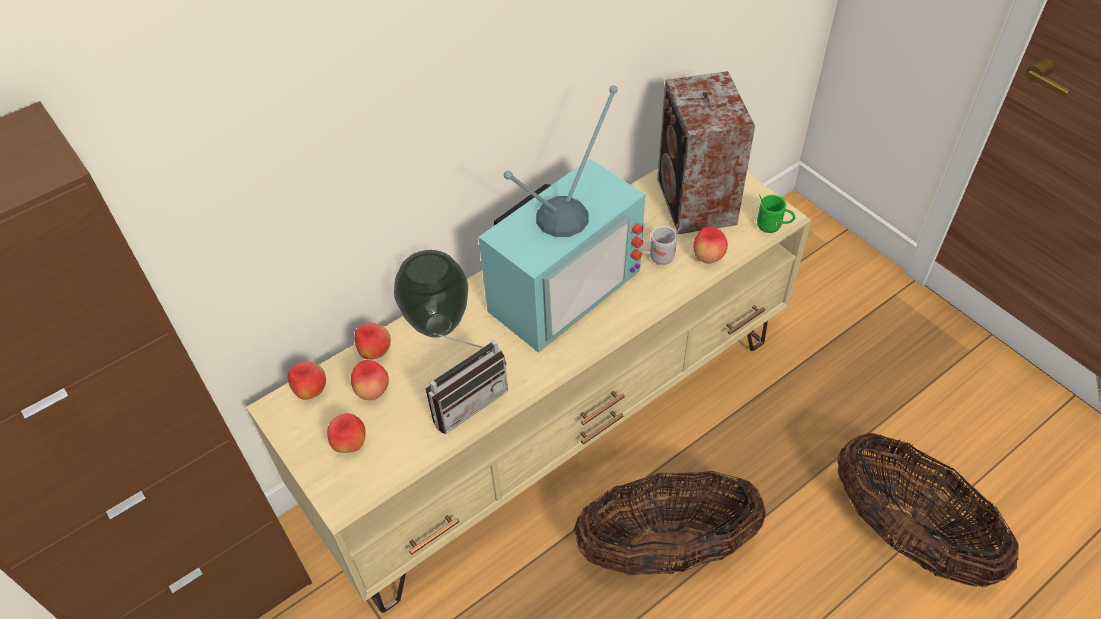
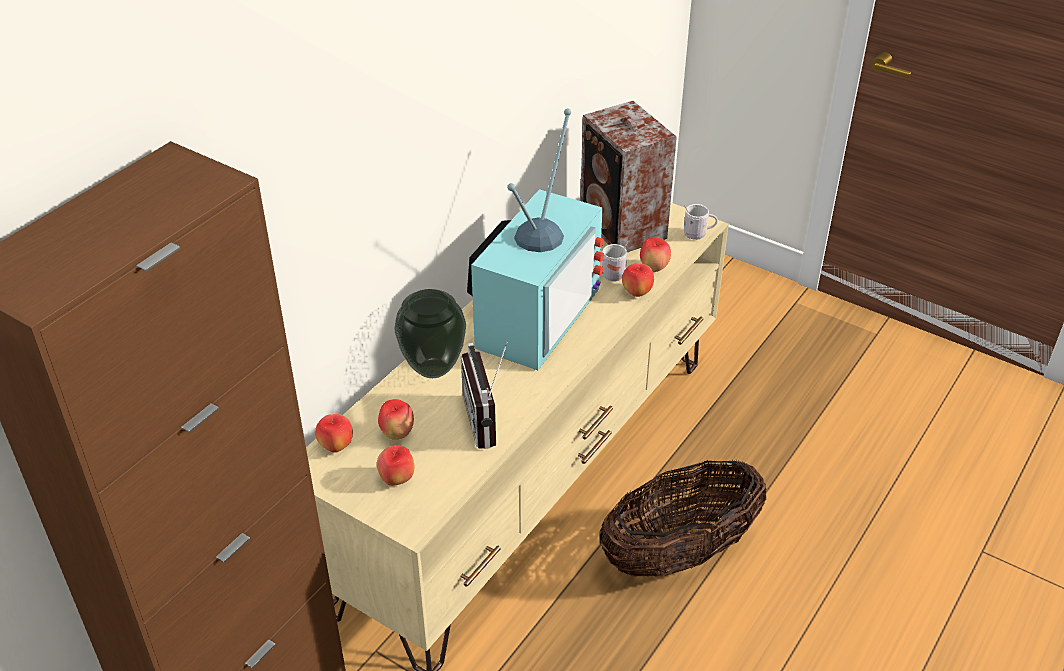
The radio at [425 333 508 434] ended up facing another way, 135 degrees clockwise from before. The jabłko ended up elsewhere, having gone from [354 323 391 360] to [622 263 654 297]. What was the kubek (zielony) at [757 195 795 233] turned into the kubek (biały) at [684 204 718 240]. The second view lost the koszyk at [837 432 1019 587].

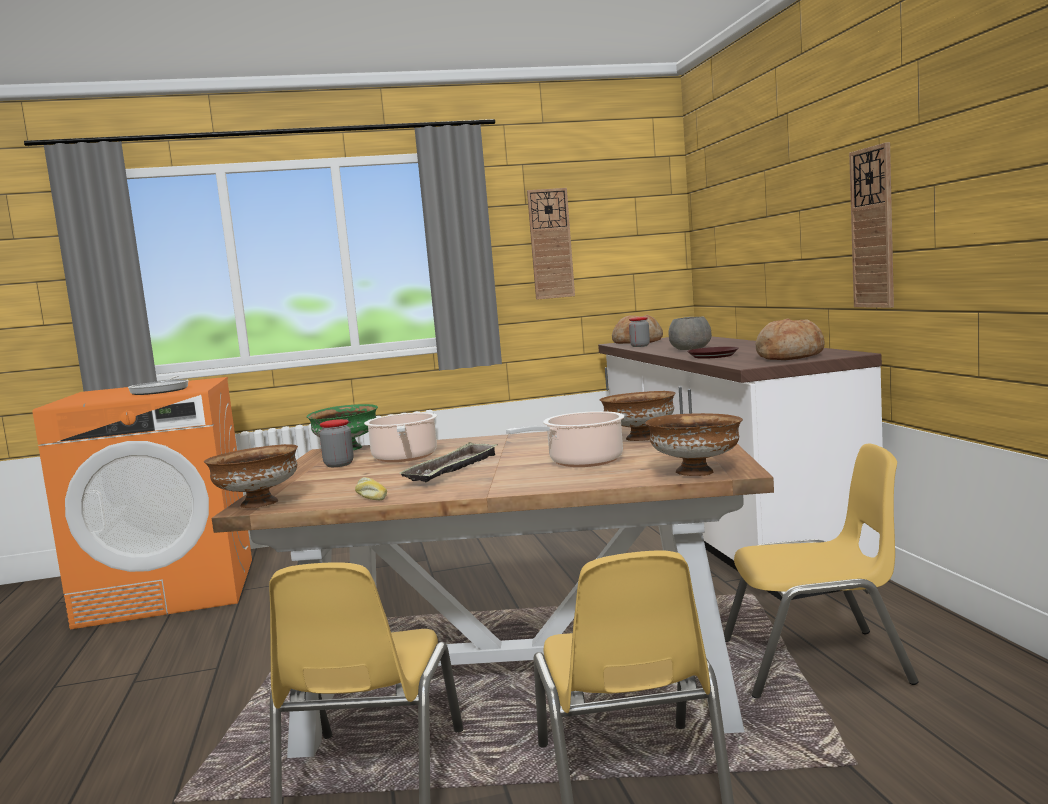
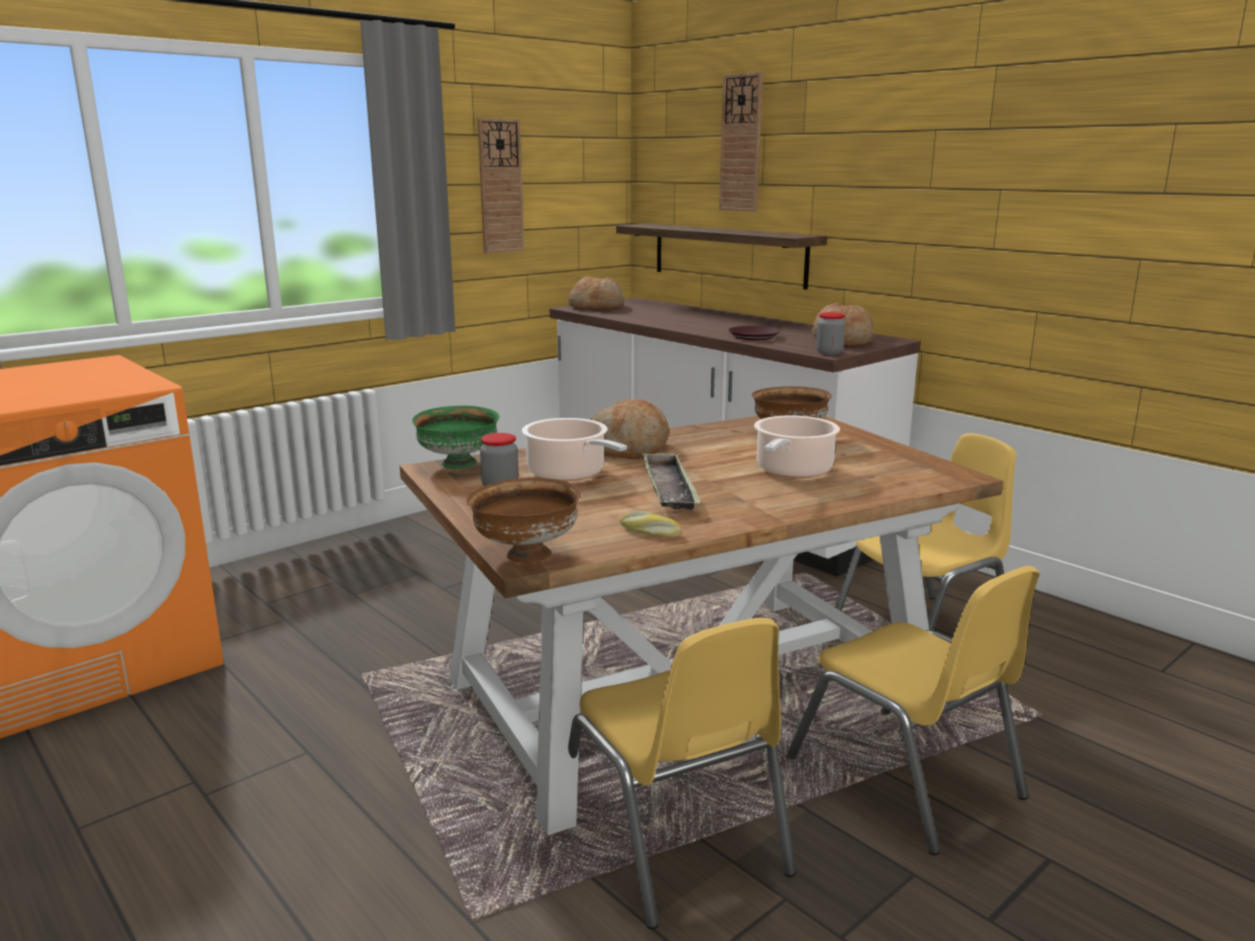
The second view gained the chleb at [591 399 669 459]. The second view gained the półka at [616 224 827 290]. The zegar ścienny ended up elsewhere, having gone from [849 142 894 308] to [719 72 763 212]. The słoik ended up elsewhere, having gone from [629 317 650 347] to [816 312 845 355]. The second view lost the patelnia at [128 376 189 395]. The second view lost the miska (brązowy) at [645 413 743 476]. The second view lost the miska (szary) at [668 317 712 350].

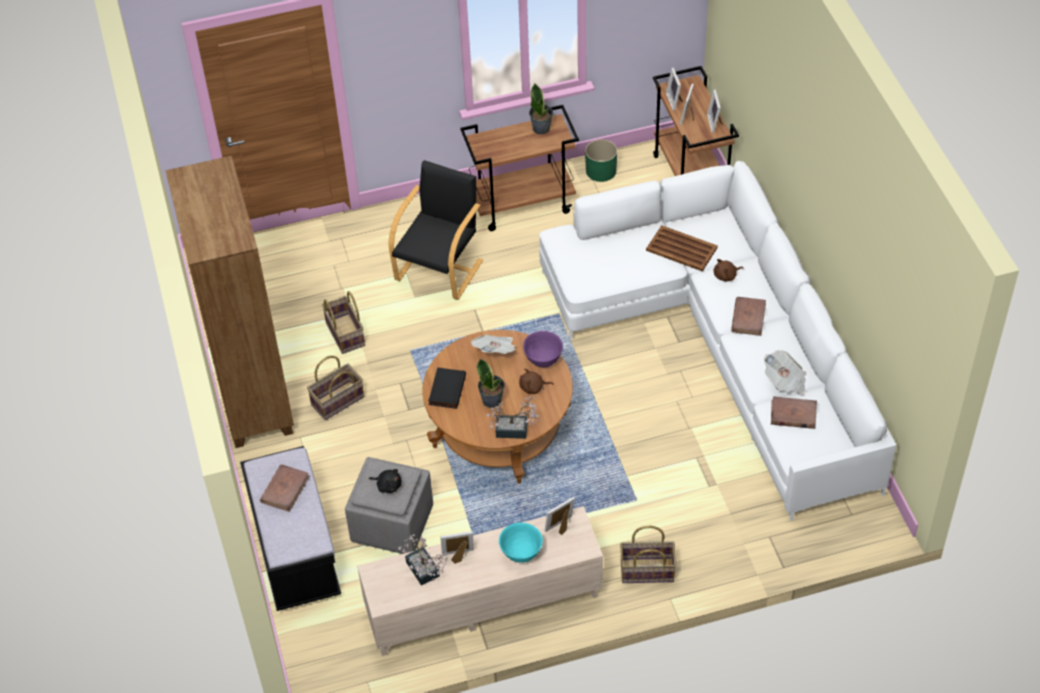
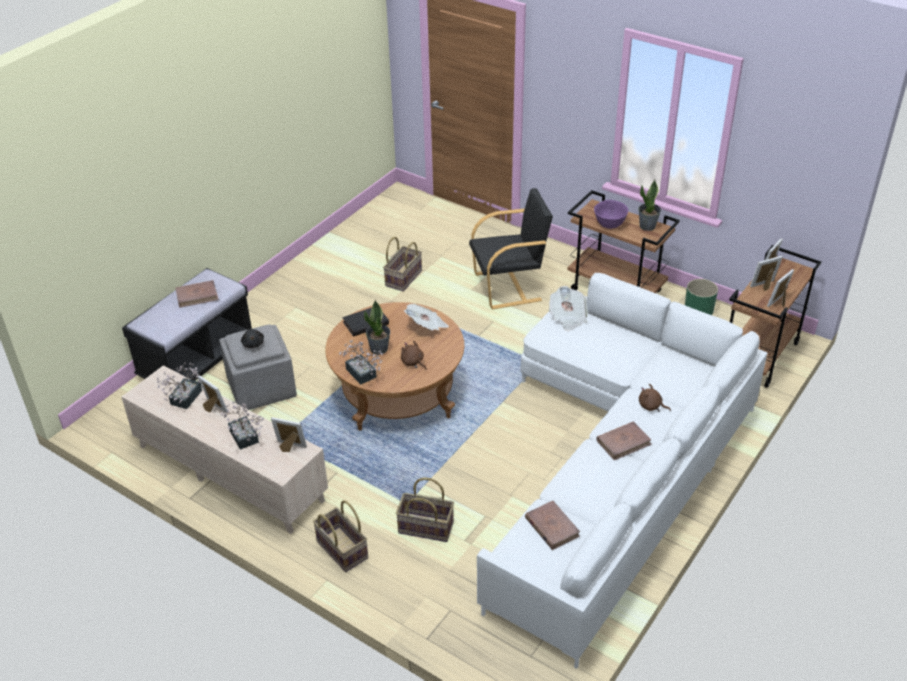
Where the miska (turkusowy) stood at [499 523 543 563], the roślina doniczkowa came to stand at [221 401 264 450]. The koszyk ended up elsewhere, having gone from [307 356 364 420] to [396 477 454 542]. The gazeta ended up elsewhere, having gone from [764 350 806 395] to [549 286 588 331]. The miska (fioletowy) ended up elsewhere, having gone from [523 331 563 367] to [594 200 628 229]. The second view lost the regał (brązowy) at [165 156 294 448]. The second view lost the taca (brązowy) at [646 225 718 272].

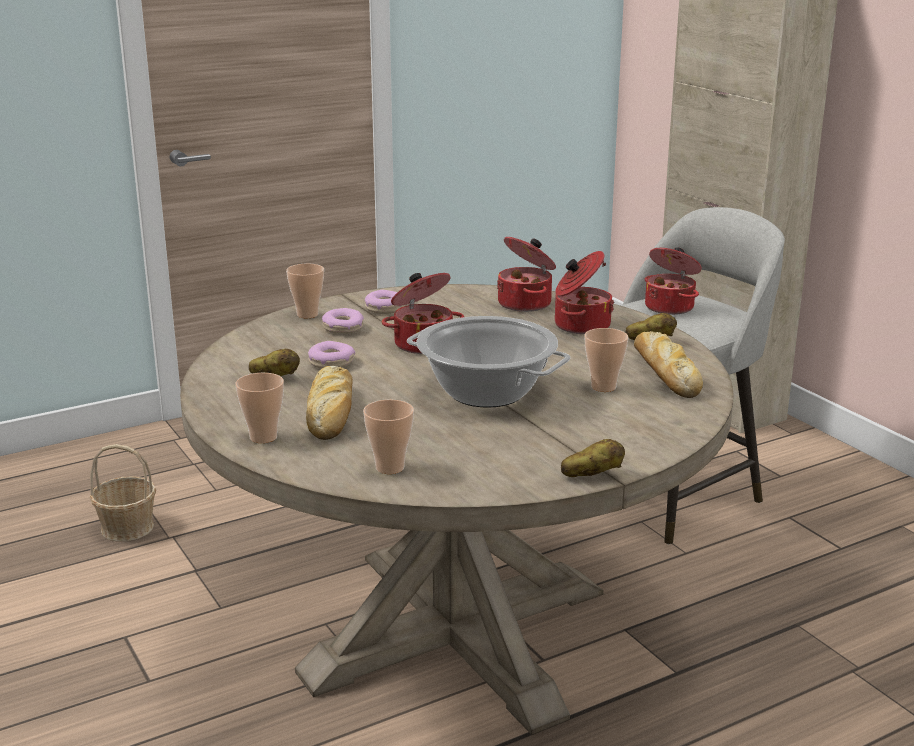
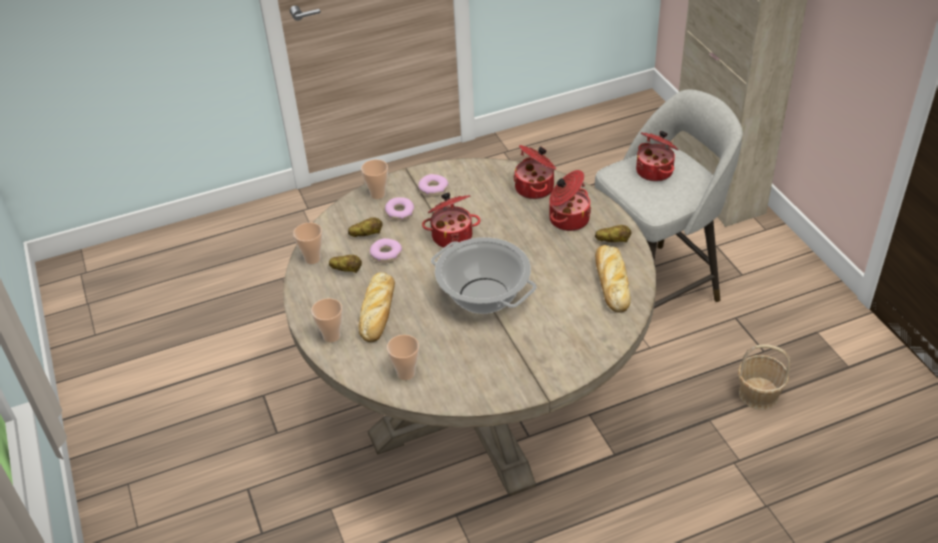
The filiżanka ended up elsewhere, having gone from [584 328 628 392] to [293 223 322 264]. The ziemniak ended up elsewhere, having gone from [561 439 625 477] to [348 217 383 237]. The koszyk ended up elsewhere, having gone from [90 444 156 542] to [738 345 790 410].

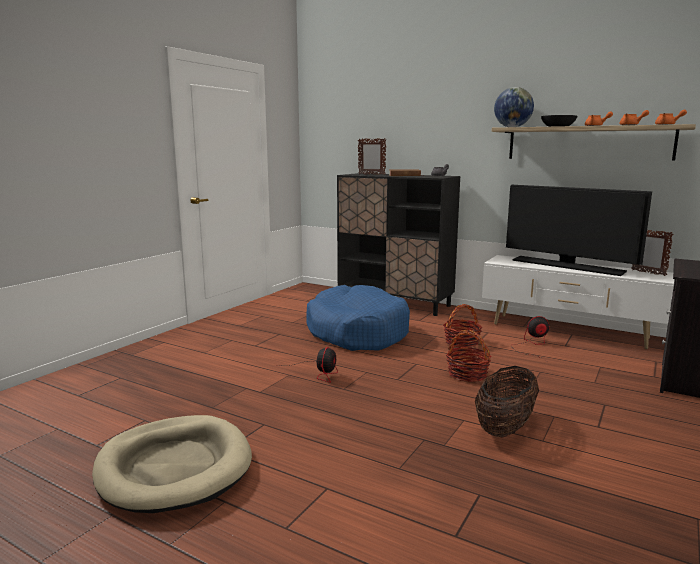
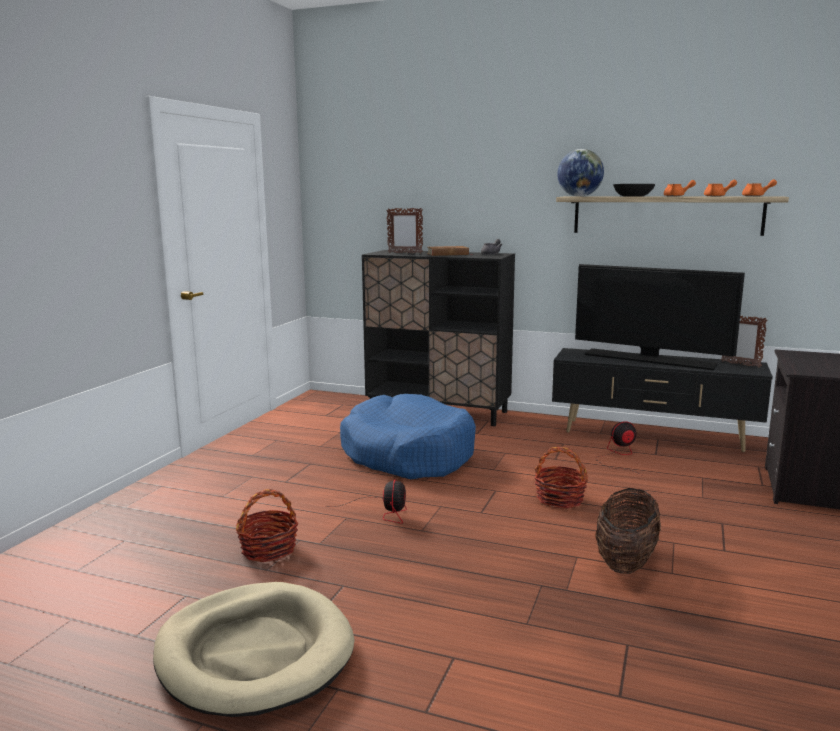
The koszyk ended up elsewhere, having gone from [443 304 482 348] to [236 489 298 562]. What was the szafka pod telewizor (biały) at [482 255 674 349] turned into the szafka pod telewizor (czarny) at [552 348 773 452].

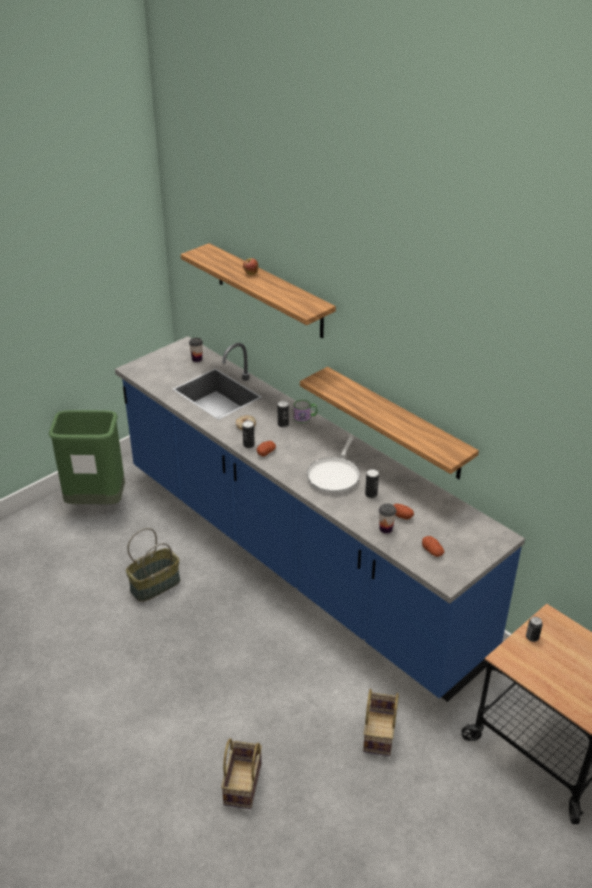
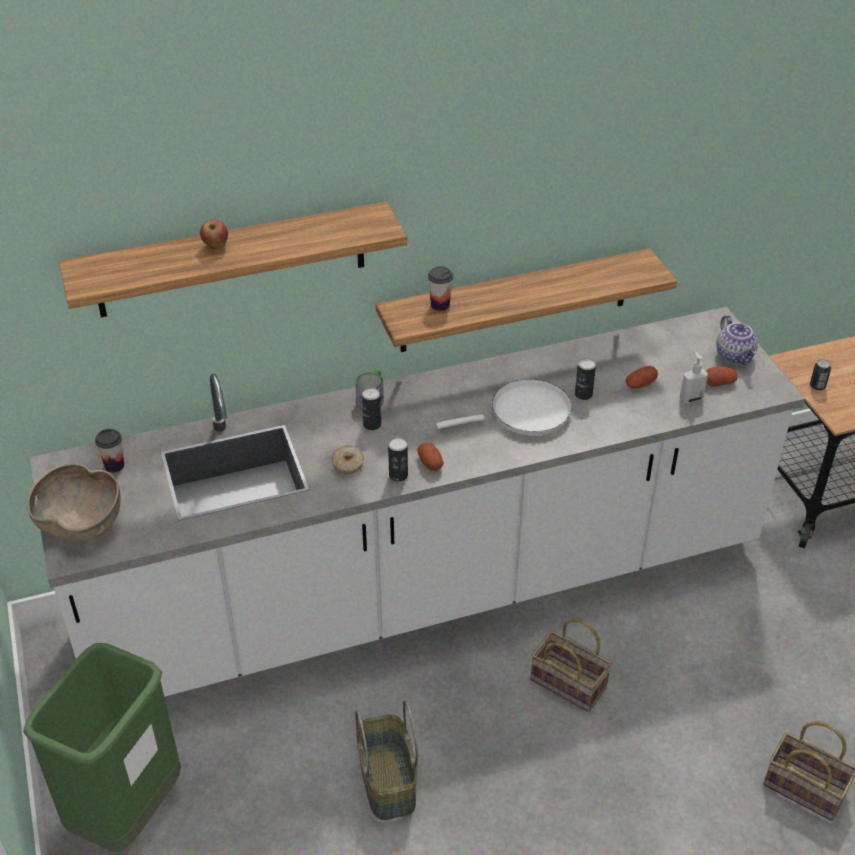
The second view gained the miska (brązowy) at [27 464 121 541]. What was the zabudowa kuchenna (niebieski) at [115 336 525 702] turned into the zabudowa kuchenna (biały) at [30 307 805 697]. The filiżanka ended up elsewhere, having gone from [379 503 396 534] to [428 266 453 311]. The patelnia (biały) at [307 436 360 493] ended up facing another way, 60 degrees counterclockwise from before. The koszyk ended up elsewhere, having gone from [363 689 399 756] to [531 618 612 712]. The second view gained the dozownik mydła at [680 352 708 403]. The second view gained the imbryk at [716 315 758 364].

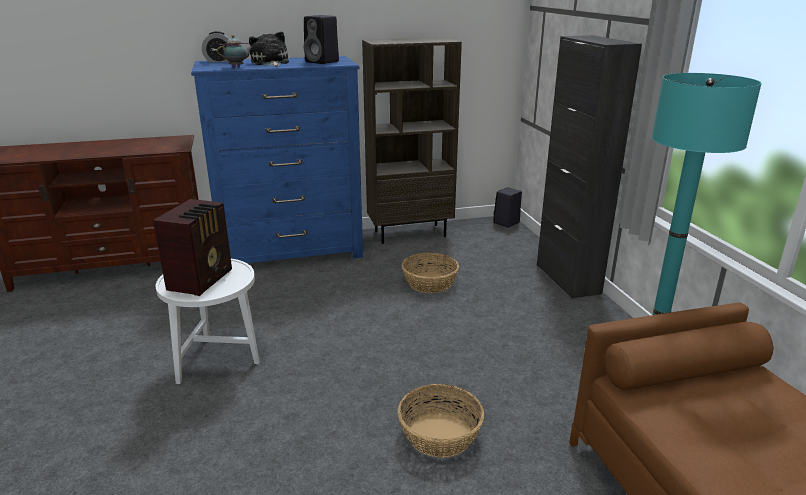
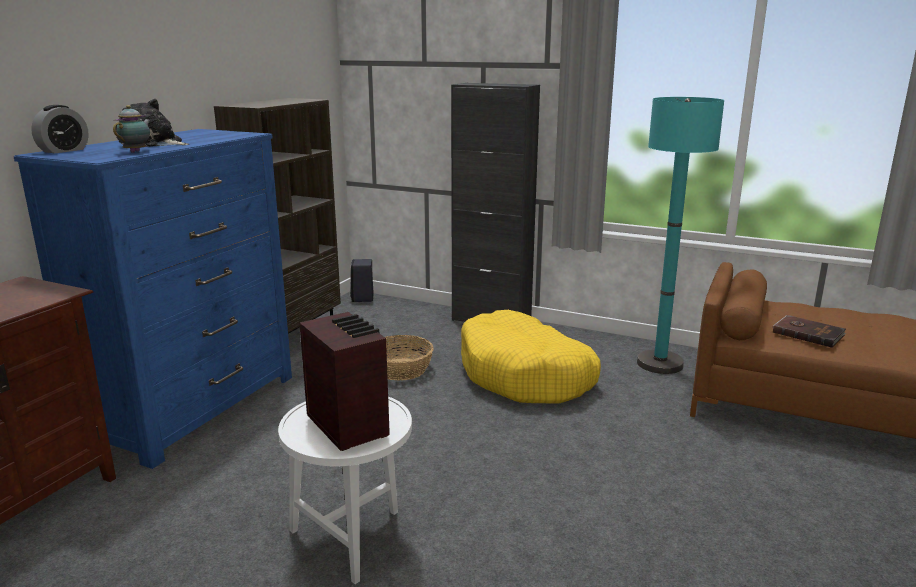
The second view gained the legowisko (żółty) at [461 310 601 404]. The second view gained the książka (brązowy) at [773 315 846 348]. The second view lost the głośnik (czarny) at [304 15 339 64]. The second view lost the koszyk at [398 384 484 458].

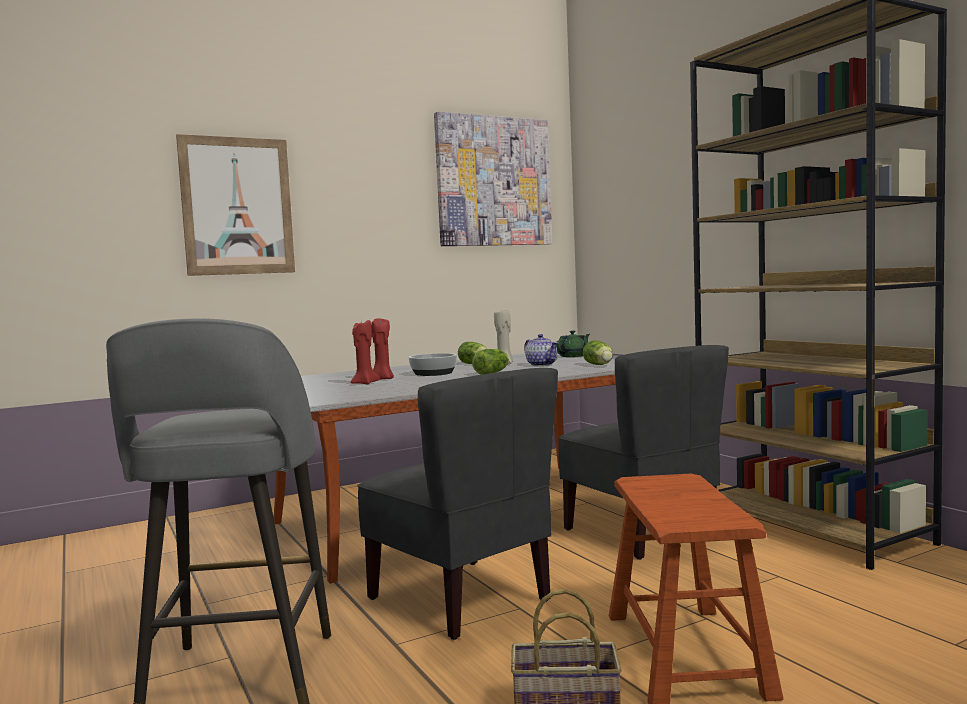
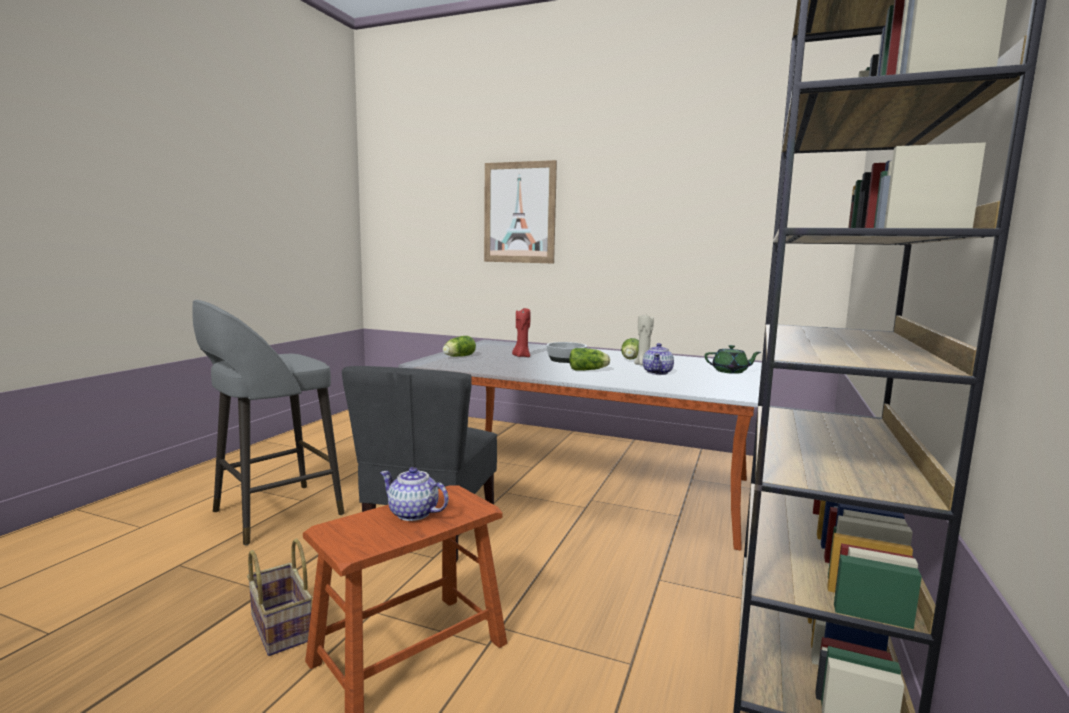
The second view gained the imbryk at [380 467 449 521]. The sałata ended up elsewhere, having gone from [583 341 613 365] to [443 336 476 357]. The second view lost the świeca (czerwony) at [350 320 380 385]. The second view lost the obraz at [434 112 552 246]. The second view lost the krzesło (szary) at [558 345 729 560].

